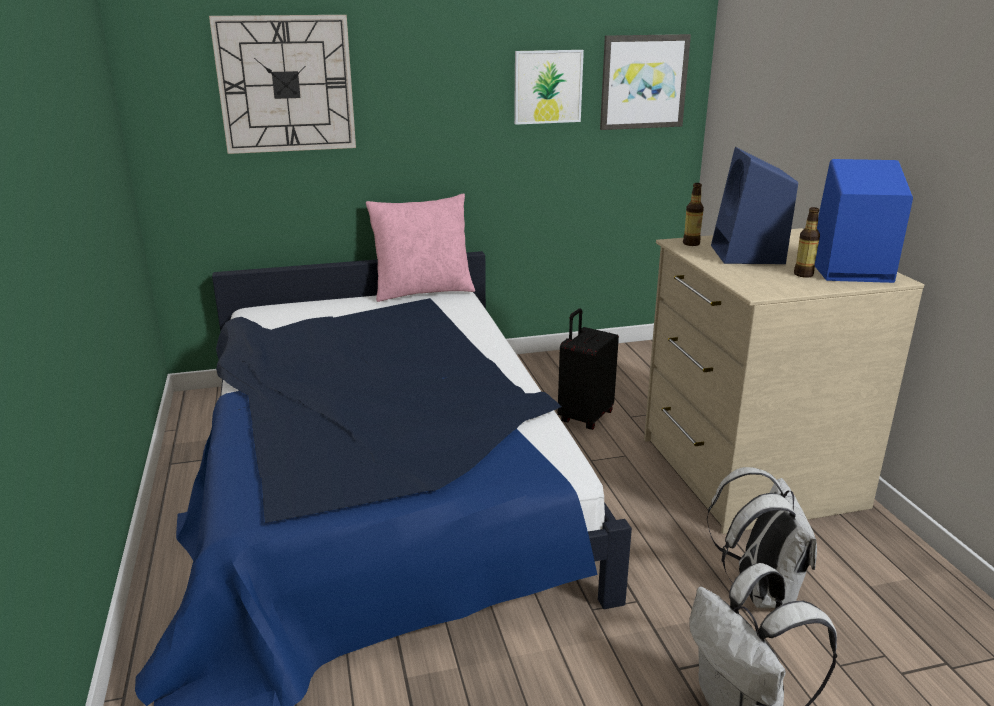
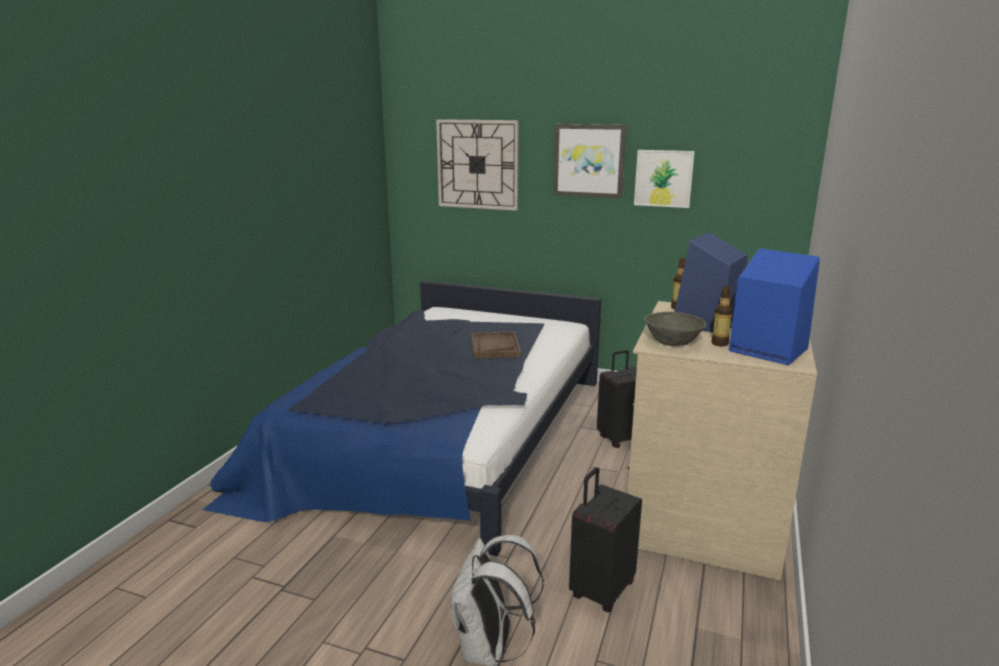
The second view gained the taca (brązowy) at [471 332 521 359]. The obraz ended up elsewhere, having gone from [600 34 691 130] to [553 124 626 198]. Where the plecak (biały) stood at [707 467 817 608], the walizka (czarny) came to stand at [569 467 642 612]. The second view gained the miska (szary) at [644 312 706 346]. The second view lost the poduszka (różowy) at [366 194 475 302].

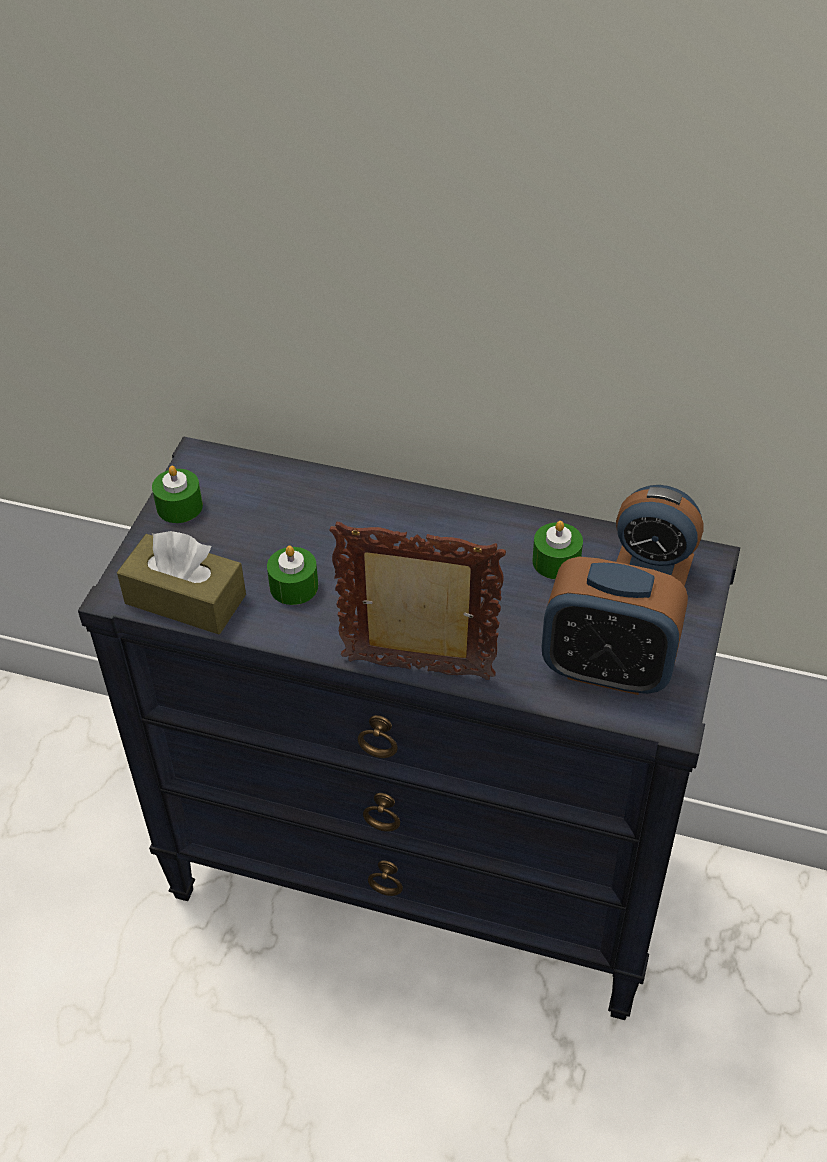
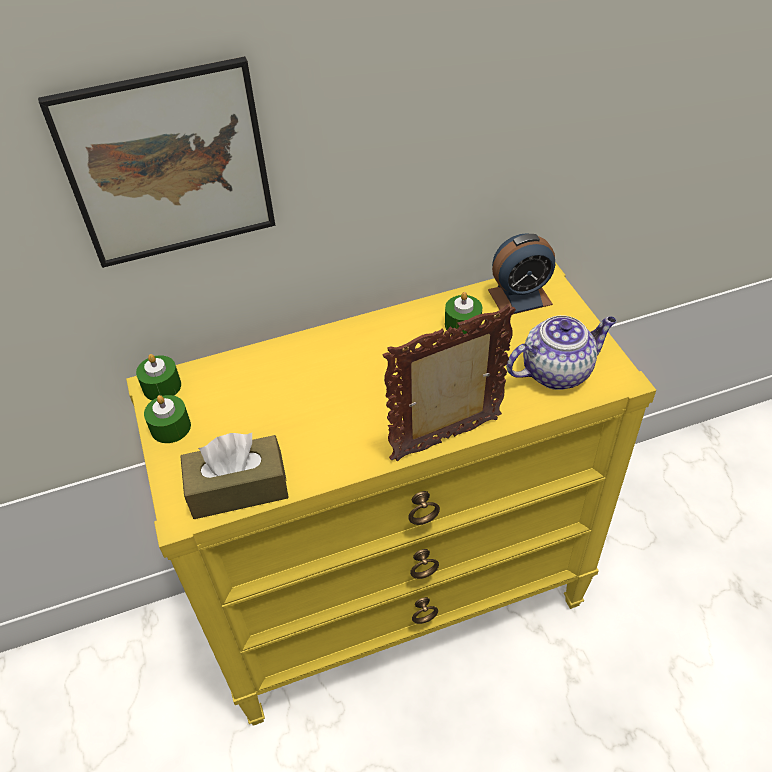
The second view gained the obraz at [38 56 275 268]. What was the komoda (czarny) at [78 437 740 1020] turned into the komoda (żółty) at [126 262 656 726]. The świeca (zielony) ended up elsewhere, having gone from [267 545 318 605] to [136 354 181 400]. Where the budzik stood at [542 557 688 695], the imbryk came to stand at [506 315 616 390].

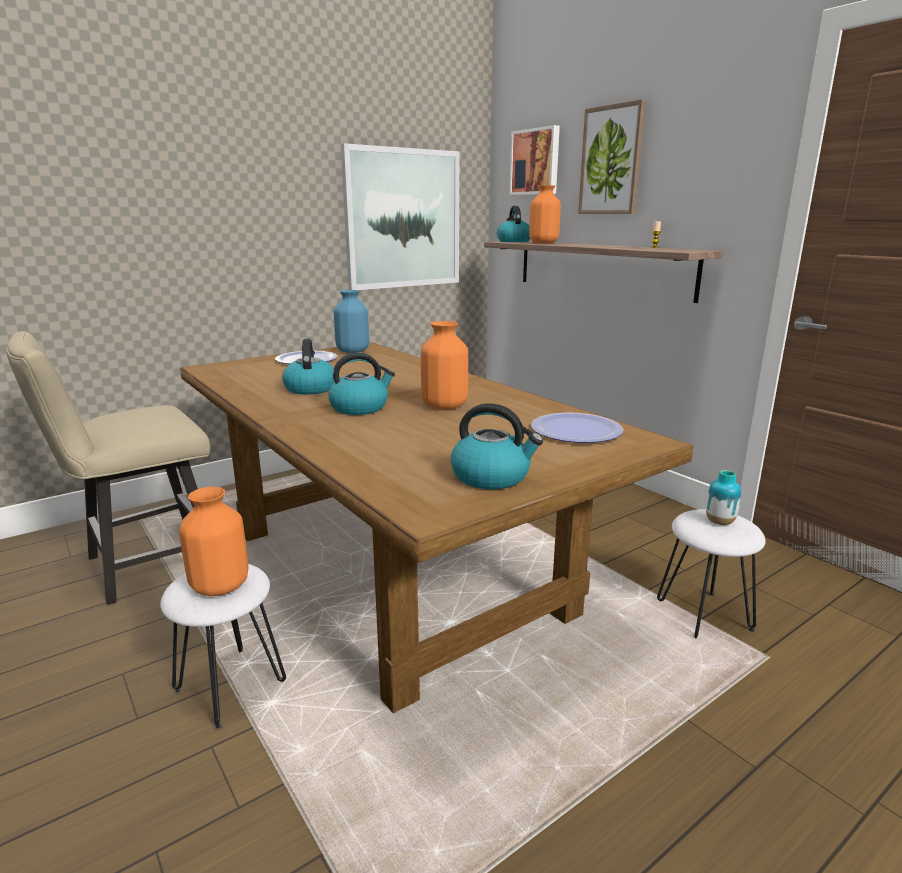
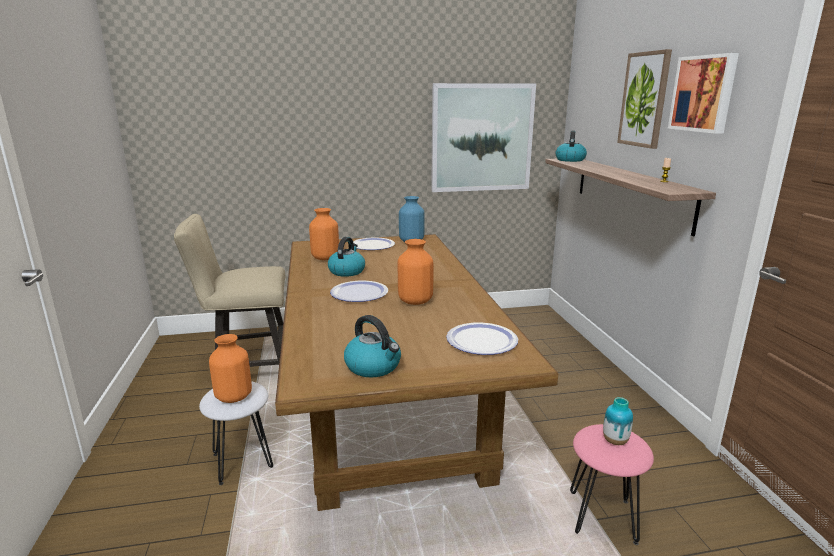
The wazon (pomarańczowy) ended up elsewhere, having gone from [529 185 561 243] to [309 208 339 260]. Where the czajnik stood at [328 353 395 415], the talerz came to stand at [330 281 388 302]. What was the stołek (biały) at [657 509 766 638] turned into the stołek (różowy) at [570 424 654 545]. The obraz ended up elsewhere, having gone from [509 125 560 195] to [668 53 739 134].

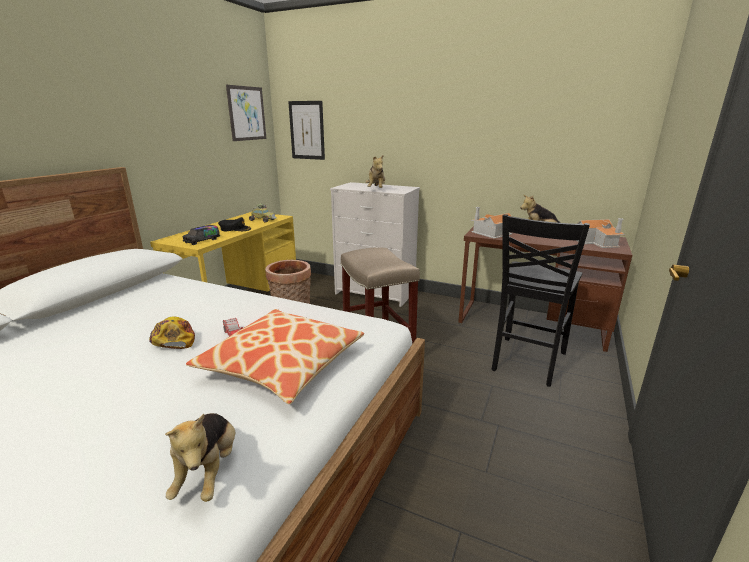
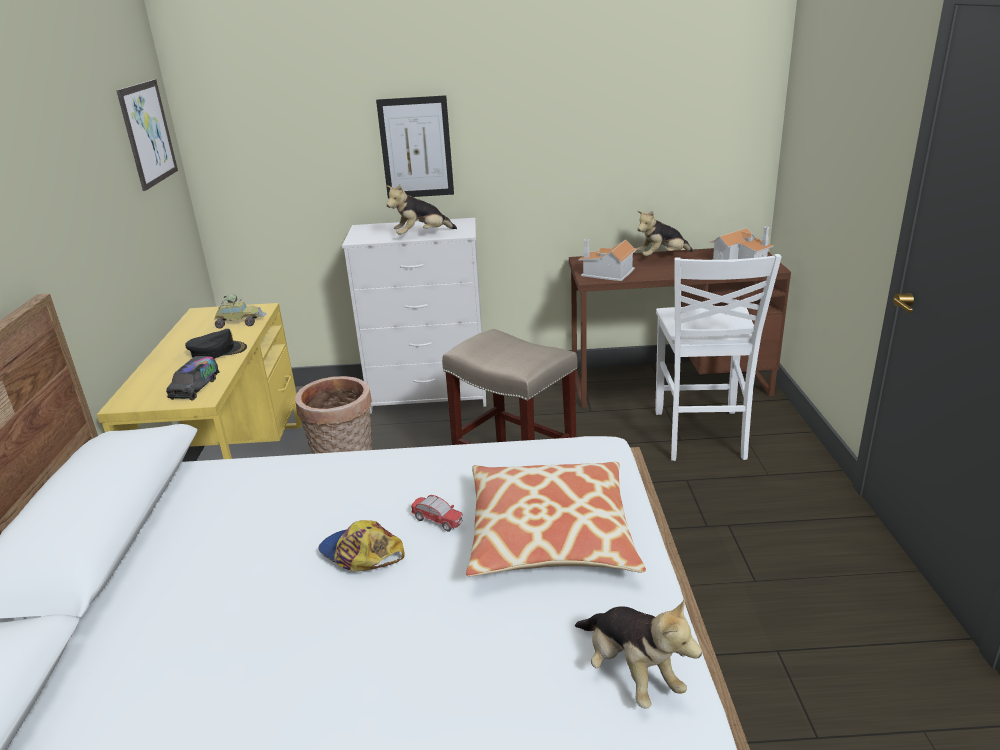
The obraz ended up elsewhere, having gone from [288 101 325 160] to [376 95 454 198]. The pluszak at [365 155 385 188] ended up facing another way, 90 degrees clockwise from before. What was the krzesło (czarny) at [492 214 590 387] turned into the krzesło (biały) at [655 254 782 461].

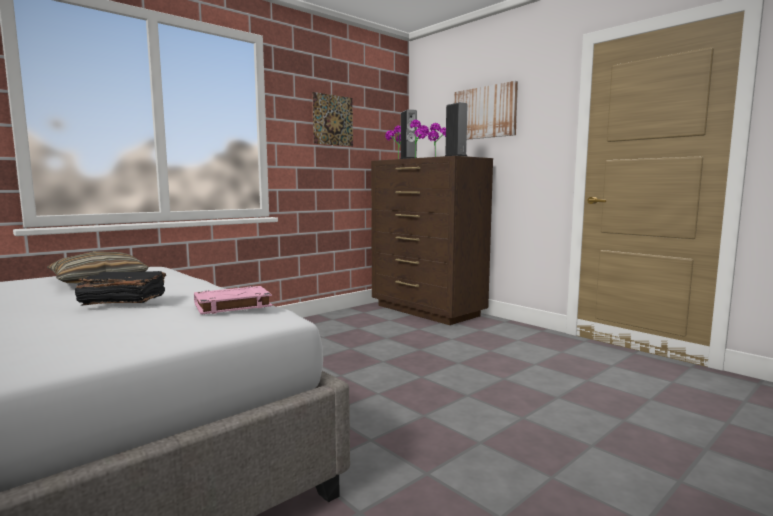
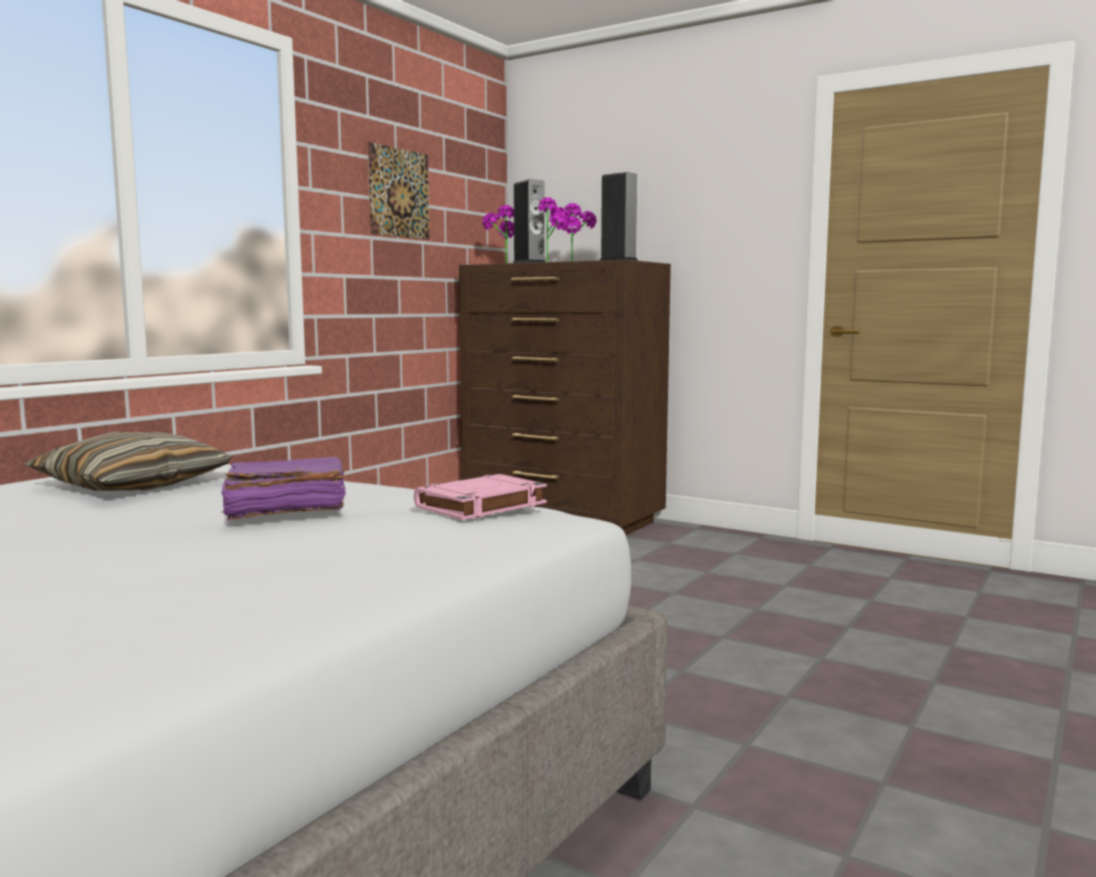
What was the książka (czarny) at [75 271 166 306] turned into the książka (fioletowy) at [222 457 346 520]. The second view lost the obraz at [454 81 518 140].

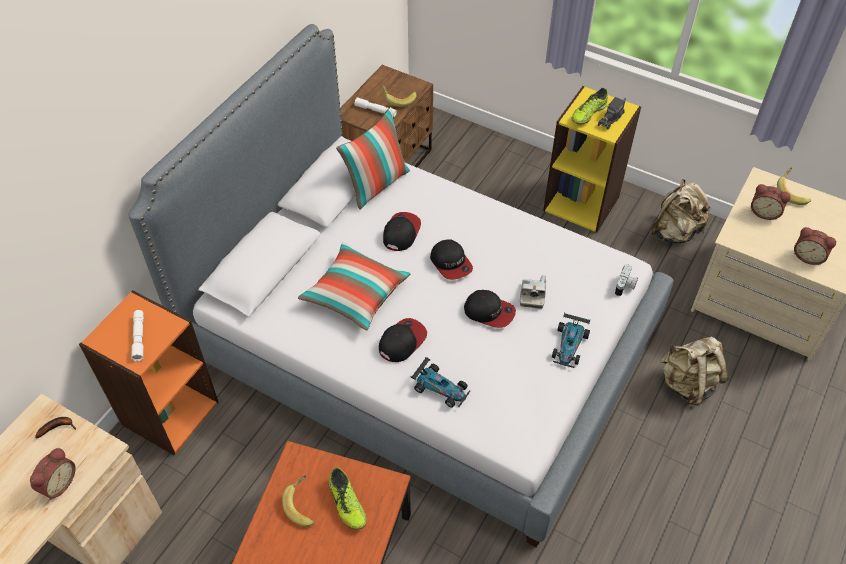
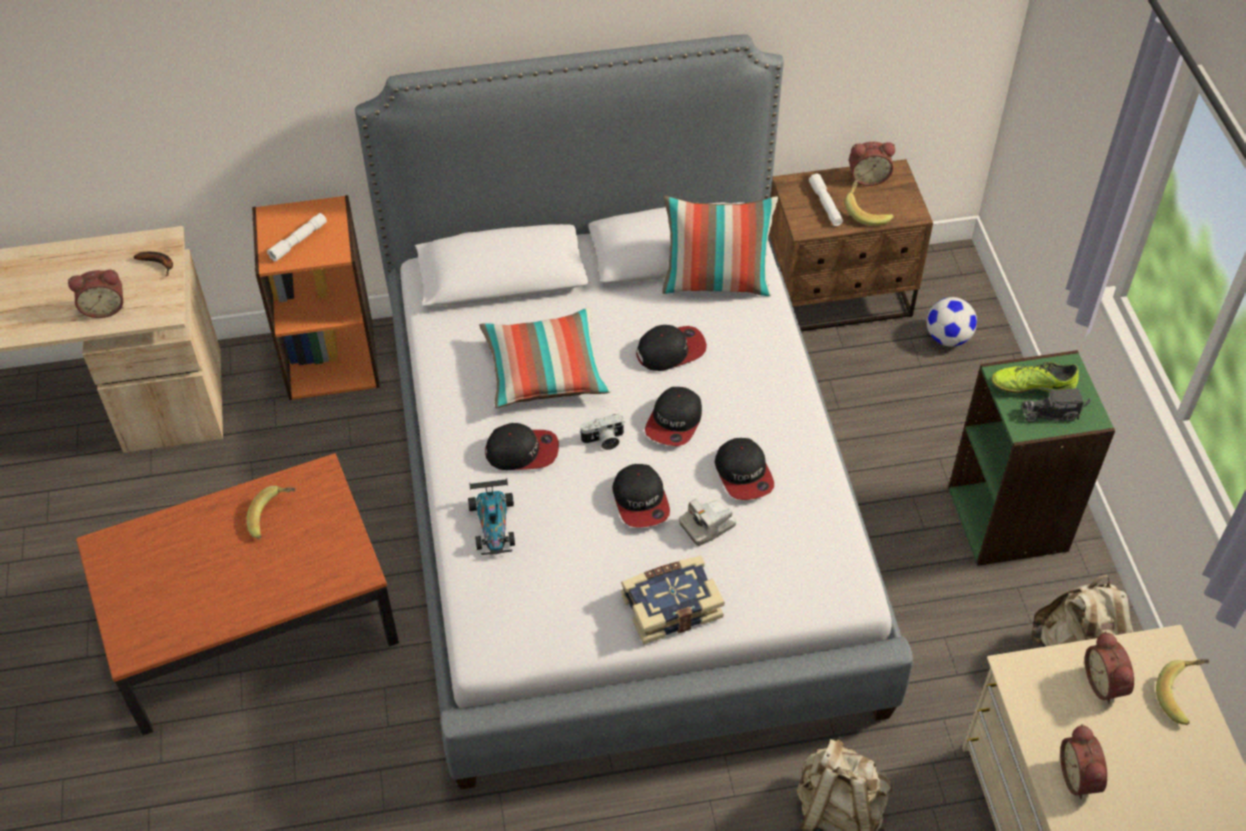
The aparat fotograficzny ended up elsewhere, having gone from [615 264 638 296] to [579 414 625 450]. Where the samochodzik stood at [552 313 590 368], the książka came to stand at [621 556 724 645]. The second view gained the czapka z daszkiem at [715 438 774 500]. The second view gained the budzik at [849 142 895 186]. The second view gained the piłka futbolowa at [927 297 977 347]. What was the regał (żółty) at [543 86 641 233] turned into the regał (zielony) at [948 350 1115 566]. The second view lost the but at [329 468 367 530].

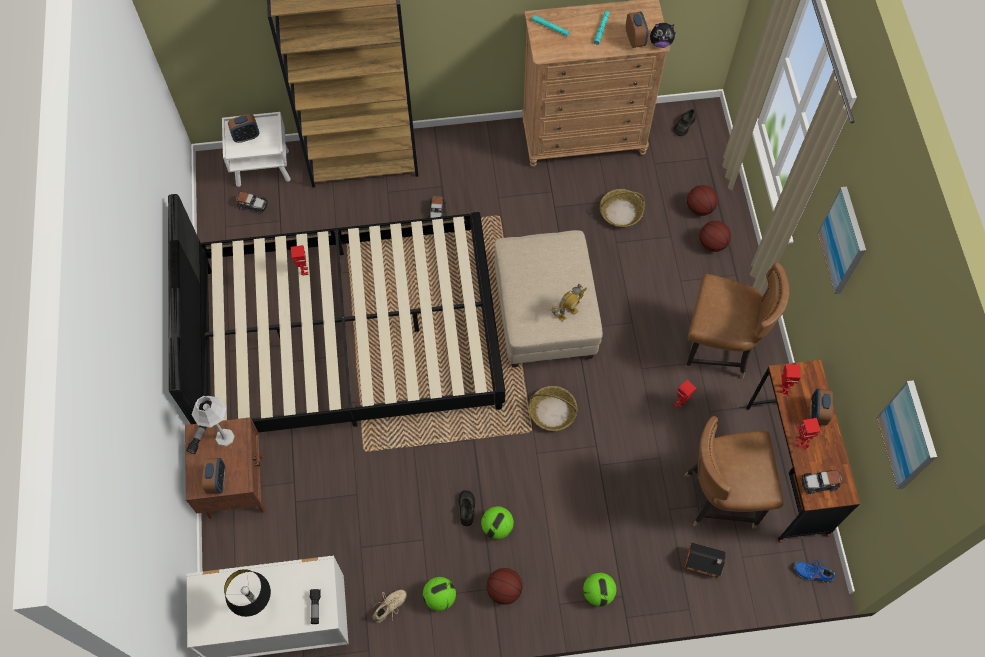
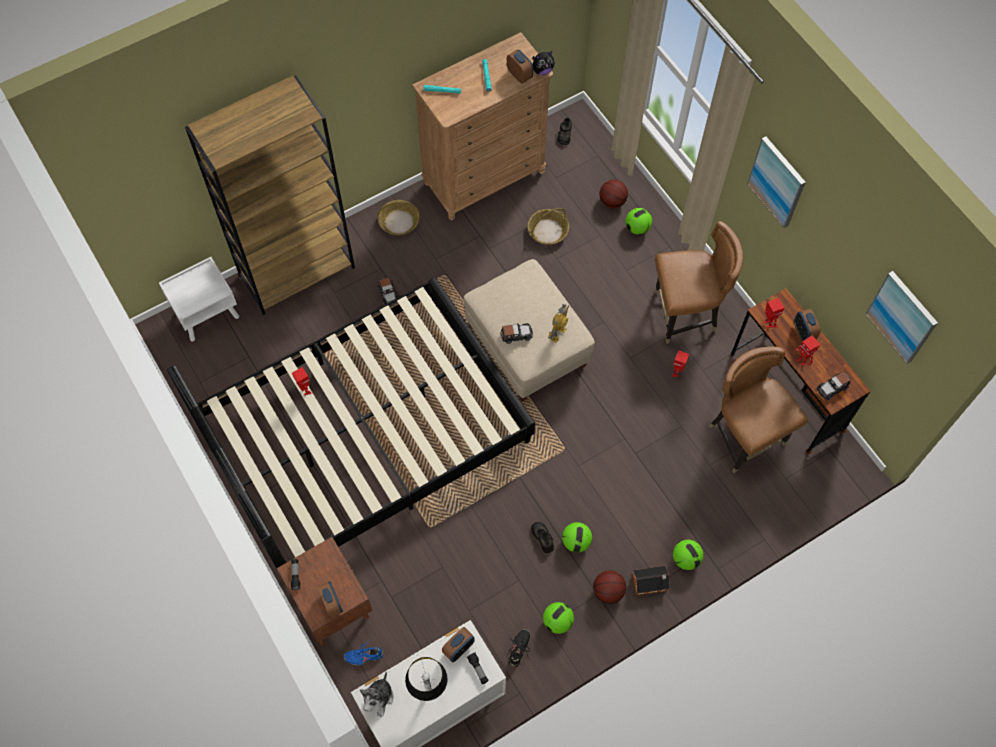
The but (niebieski) ended up elsewhere, having gone from [794 560 835 583] to [344 640 383 666]. The second view gained the pluszak at [360 672 393 717]. The koszyk ended up elsewhere, having gone from [529 386 578 431] to [377 200 419 235]. The budzik ended up elsewhere, having gone from [228 114 259 143] to [442 627 475 662]. The samochodzik ended up elsewhere, having gone from [236 192 268 214] to [501 323 533 344]. What was the but (beżowy) at [371 589 407 623] turned into the but (czarny) at [507 629 530 667]. Where the piłka do koszykówki stood at [699 221 731 252], the piłka futbolowa came to stand at [626 208 652 235]. The domek ended up elsewhere, having gone from [684 542 726 578] to [632 566 670 596]. The krzesło (brązowy) at [685 416 784 529] ended up facing another way, 90 degrees clockwise from before. The second view lost the lampa stołowa (szary) at [192 396 235 447].

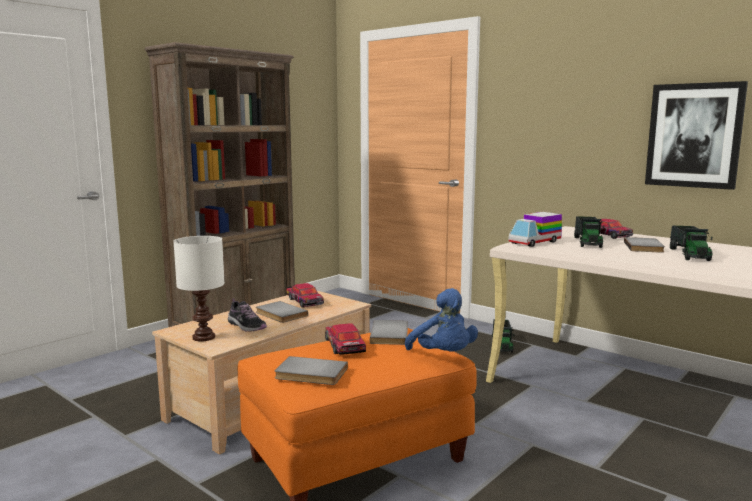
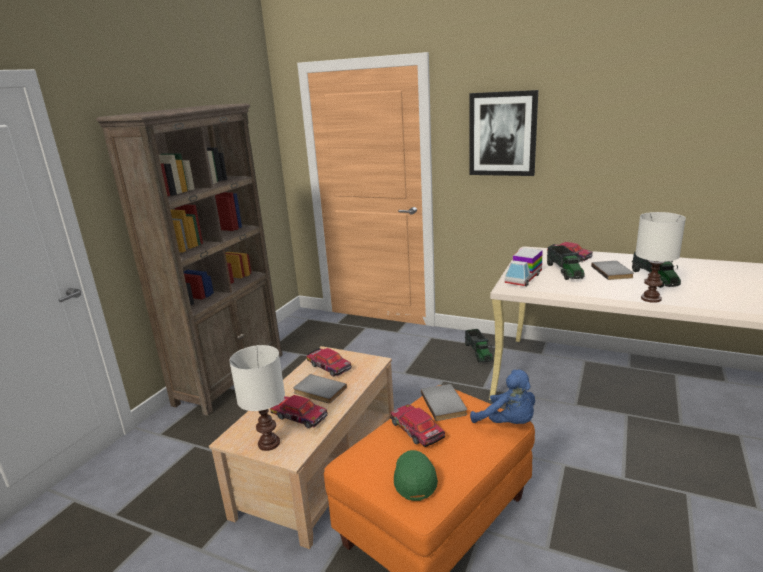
Where the but stood at [228 299 267 332], the samochodzik came to stand at [270 395 328 429]. Where the książka (szary) stood at [275 356 348 385], the czapka z daszkiem (zielony) came to stand at [394 450 438 501]. The obraz ended up elsewhere, having gone from [645 81 748 190] to [469 90 538 176]. The second view gained the lampa stołowa (biały) at [635 212 686 303].

